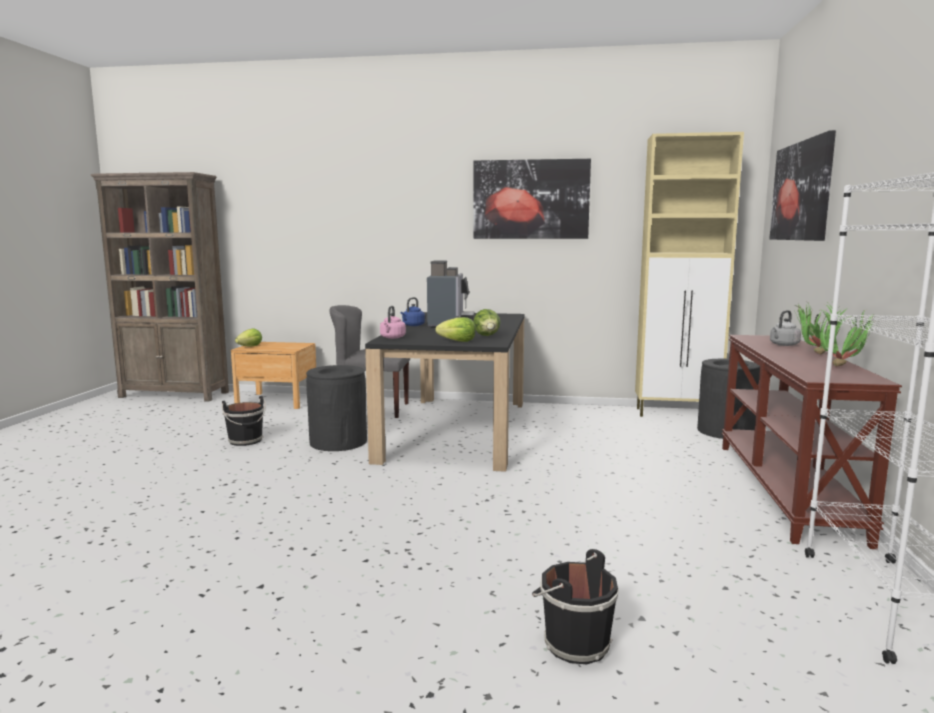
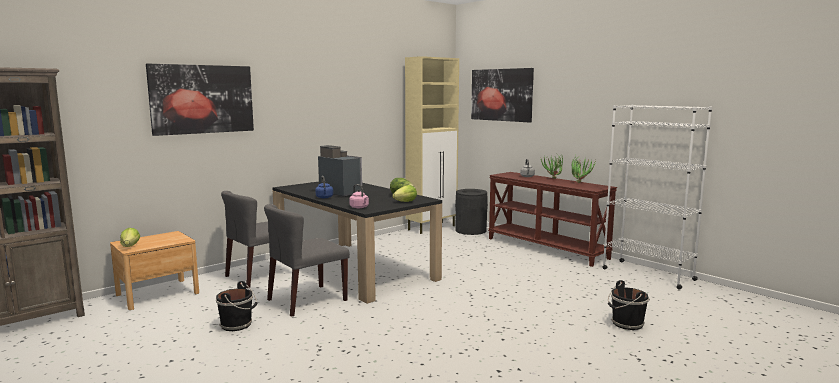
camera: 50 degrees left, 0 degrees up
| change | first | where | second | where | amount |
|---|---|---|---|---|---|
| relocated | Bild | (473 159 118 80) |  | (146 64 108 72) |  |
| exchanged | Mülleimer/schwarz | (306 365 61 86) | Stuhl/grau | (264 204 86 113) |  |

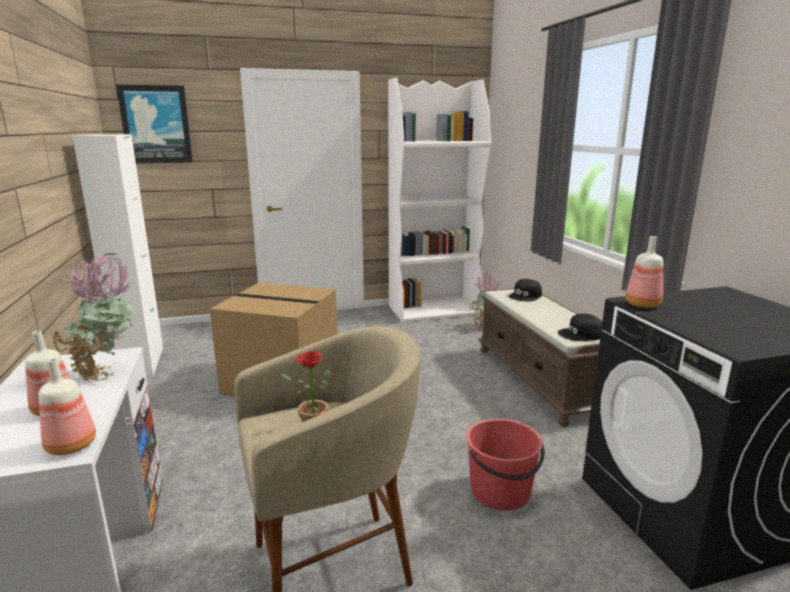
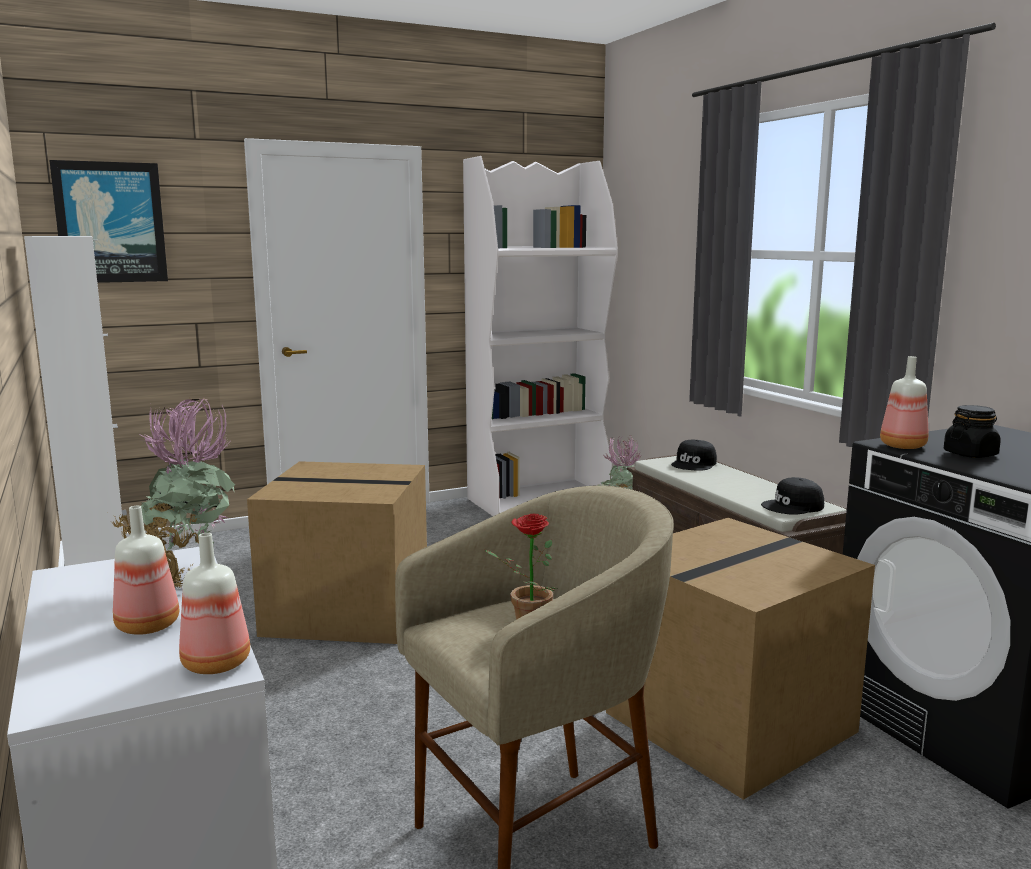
camera: 10 degrees left, 5 degrees down
| change | first | where | second | where | amount |
|---|---|---|---|---|---|
| exchanged | Eimer/rot | (466 419 79 92) | Karton | (606 518 269 282) |  |
| appeared |  |  | Vorratsglas/schwarz | (944 405 57 53) |  |

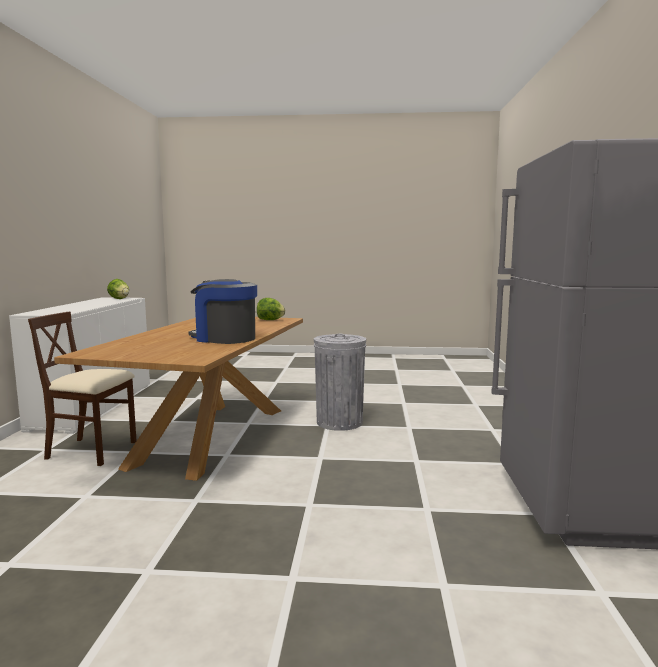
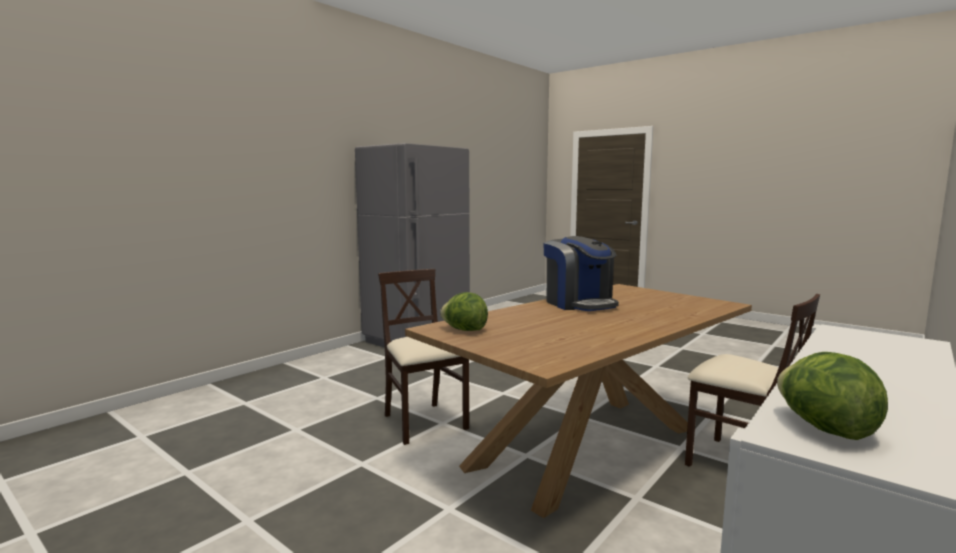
camera: 145 degrees left, 0 degrees up
| change | first | where | second | where | amount |
|---|---|---|---|---|---|
| exchanged | Mülleimer/grau | (314 333 52 98) | Stuhl/beige | (378 269 91 176) |  |

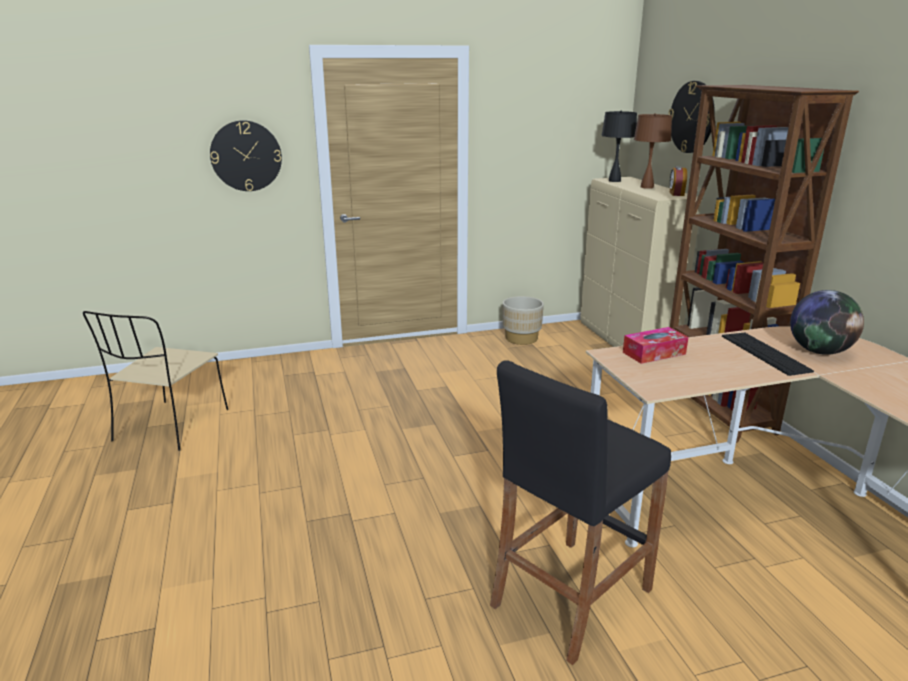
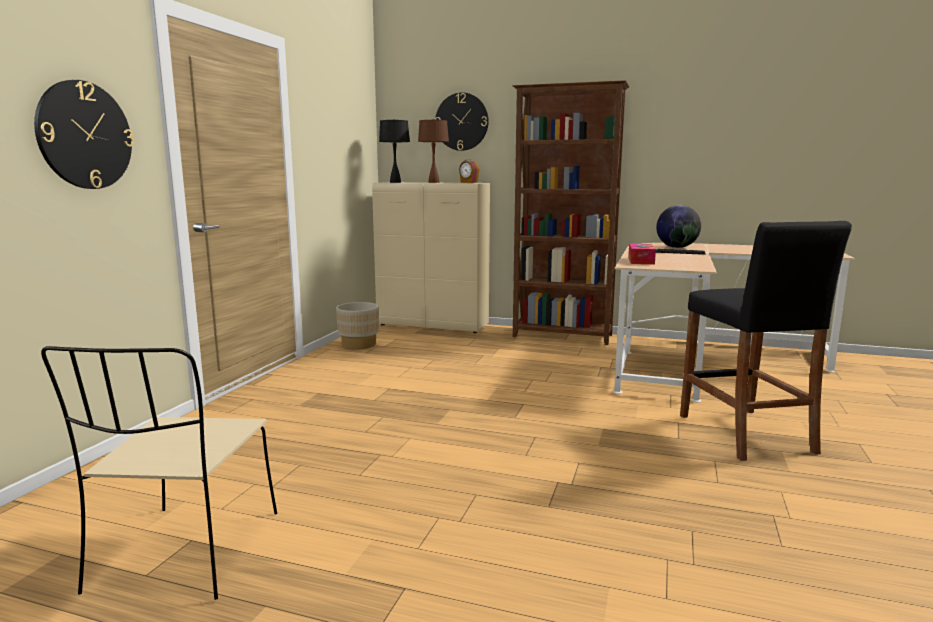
camera: 55 degrees left, 10 degrees down
| change | first | where | second | where | amount |
|---|---|---|---|---|---|
| spun | Stuhl/beige | (83 311 145 140) |  | (41 346 236 254) | 45 degrees clockwise |

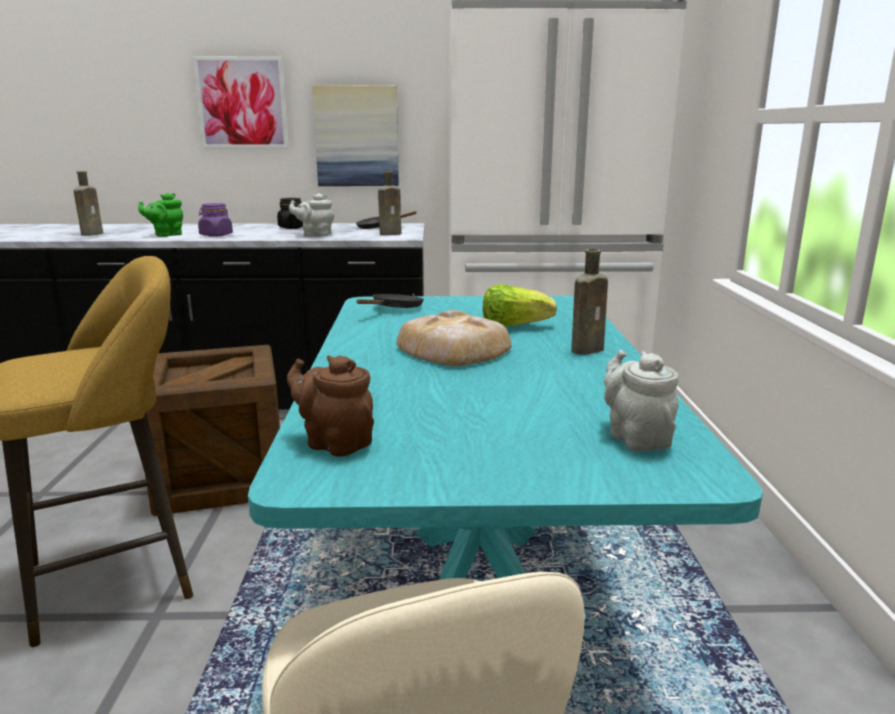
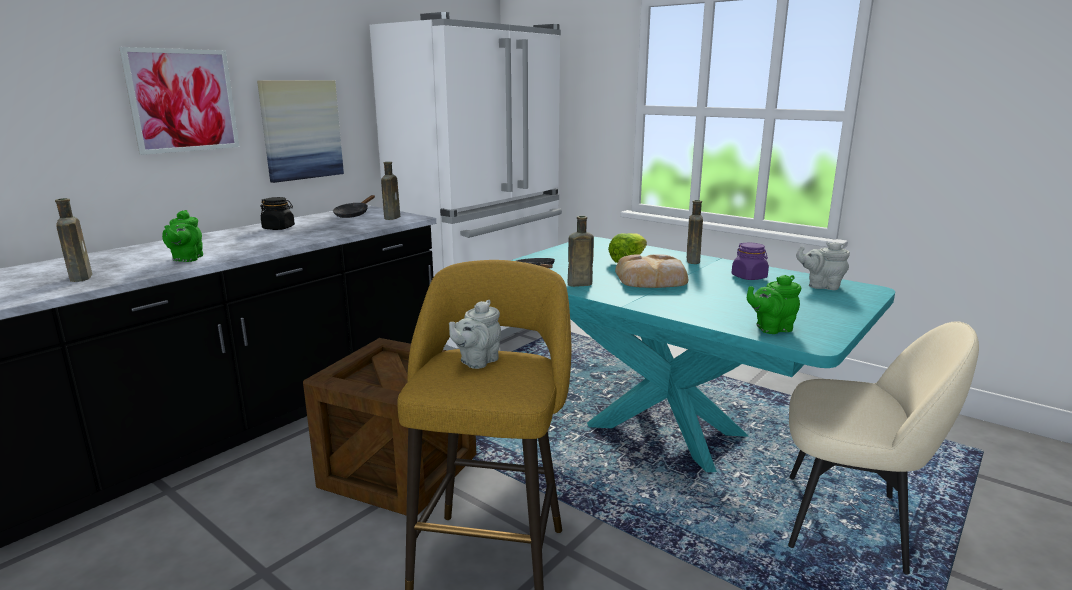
camera: 50 degrees left, 0 degrees up
| change | first | where | second | where | amount |
|---|---|---|---|---|---|
| relocated | Teekanne/grau | (289 193 45 44) |  | (449 300 52 69) |  |
| appeared |  |  | Flasche/braun | (568 216 26 71) |  |
| relocated | Vorratsglas/lila | (198 203 35 34) |  | (731 243 38 37) |  |
| colour | Teekanne/braun | (287 355 87 102) | Teekanne/grün | (747 275 54 59) |  |

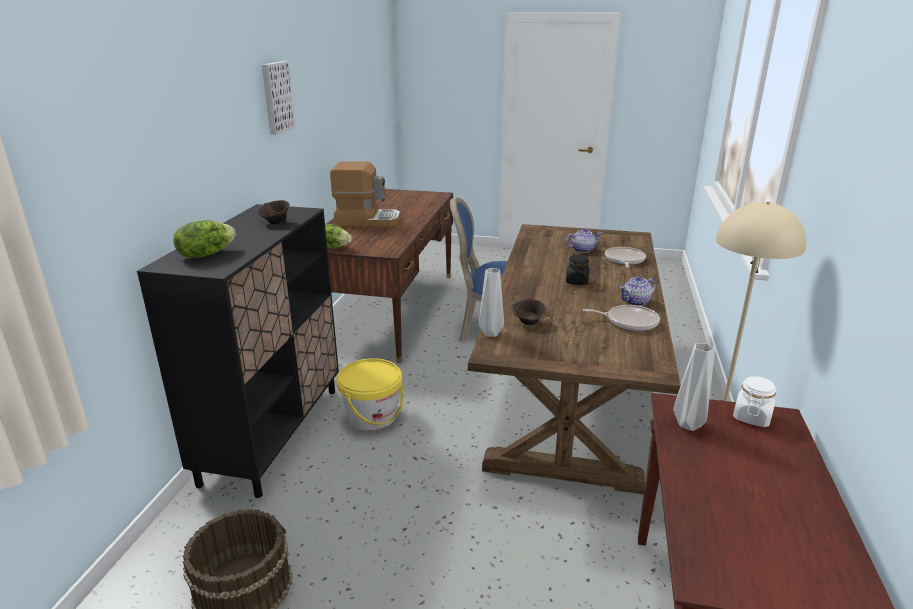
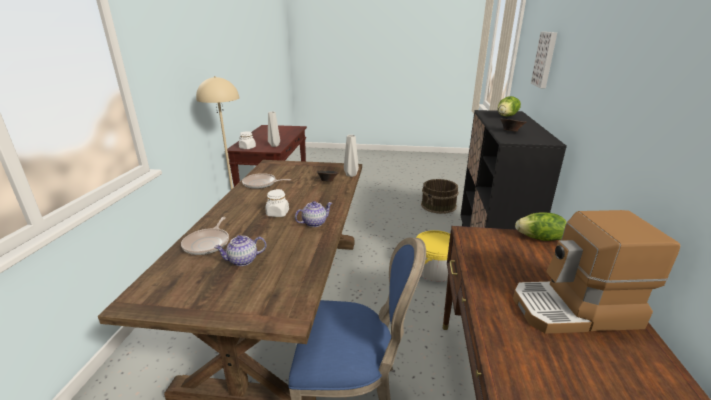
camera: 175 degrees right, 0 degrees up
| change | first | where | second | where | amount |
|---|---|---|---|---|---|
| colour | Vorratsglas/schwarz | (566 254 24 31) | Vorratsglas/weiß | (265 189 24 28) |  |
| relocated | Teekanne | (619 276 37 30) |  | (295 201 37 26) |  |
| relocated | Bild | (262 61 33 74) |  | (531 32 26 56) |  |

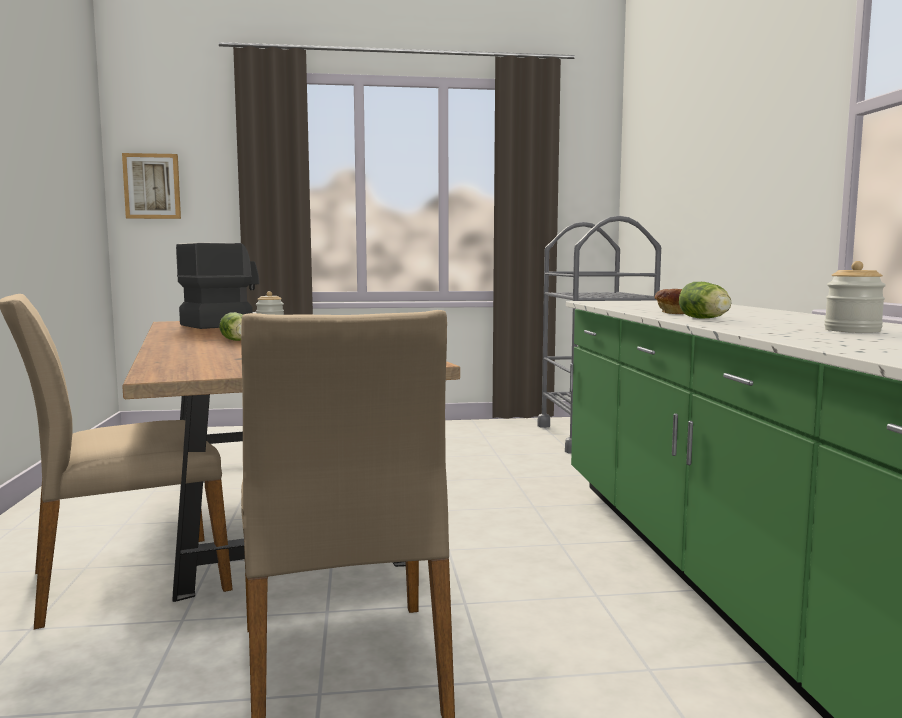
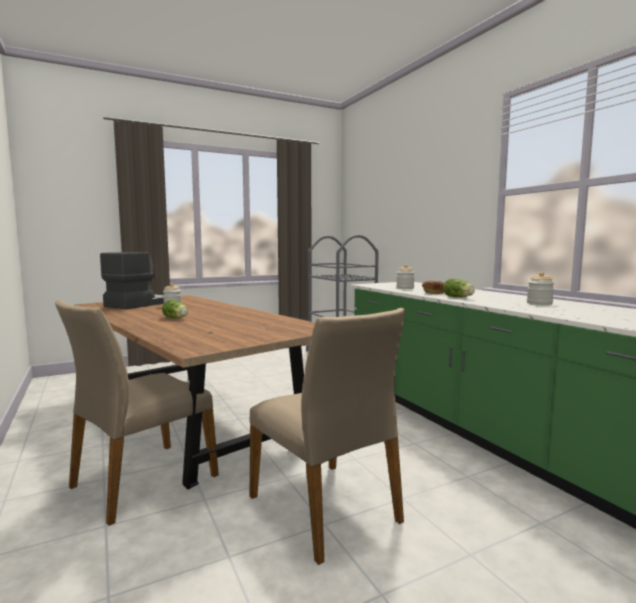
camera: 20 degrees left, 0 degrees up
| change | first | where | second | where | amount |
|---|---|---|---|---|---|
| appeared |  |  | Vorratsglas | (396 265 19 24) |  |
| missing | Bild | (122 153 59 66) |  |  |  |

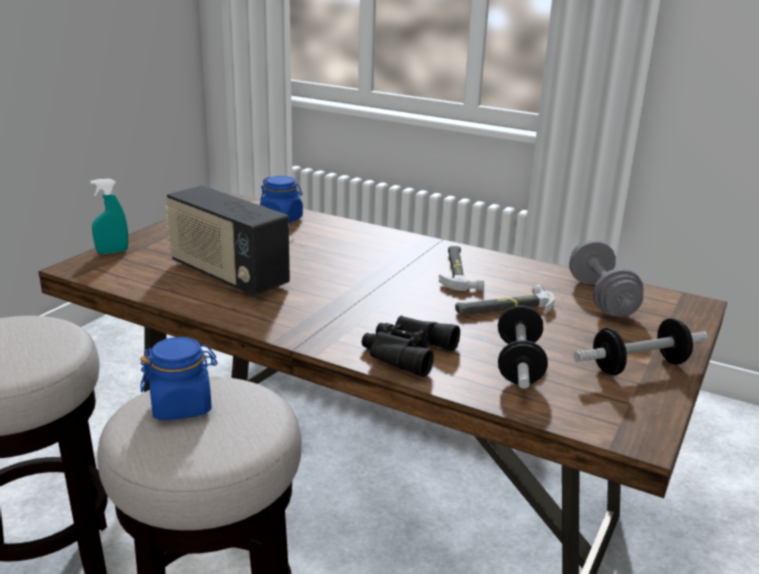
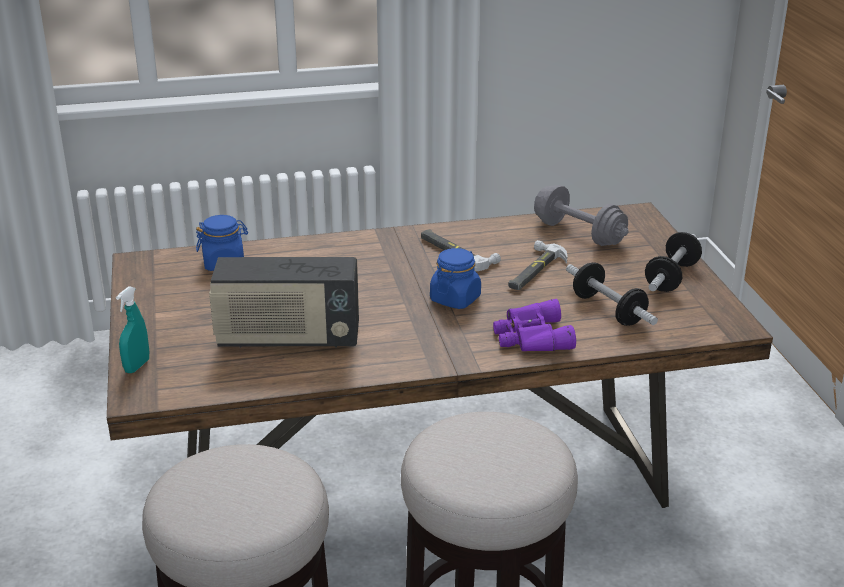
camera: 40 degrees left, 5 degrees up
| change | first | where | second | where | amount |
|---|---|---|---|---|---|
| relocated | Vorratsglas/blau | (140 337 78 83) |  | (430 248 51 61) |  |
| colour | Fernglas/schwarz | (362 316 98 61) | Fernglas/lila | (493 299 83 52) |  |

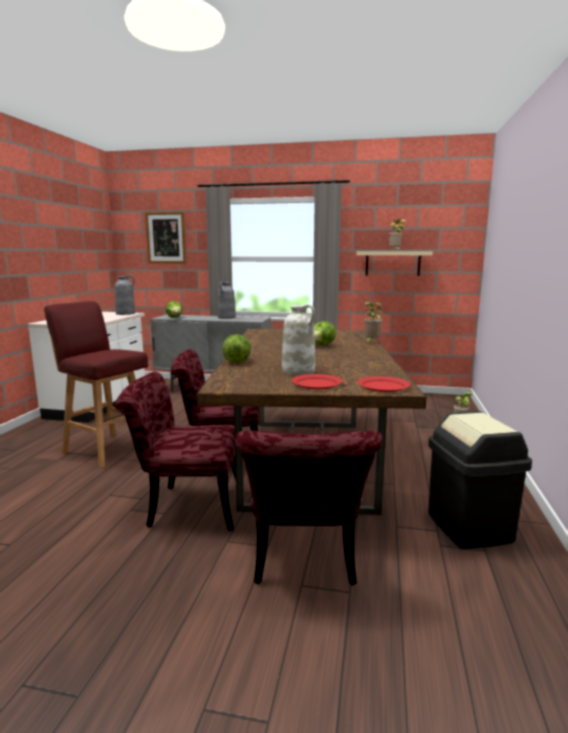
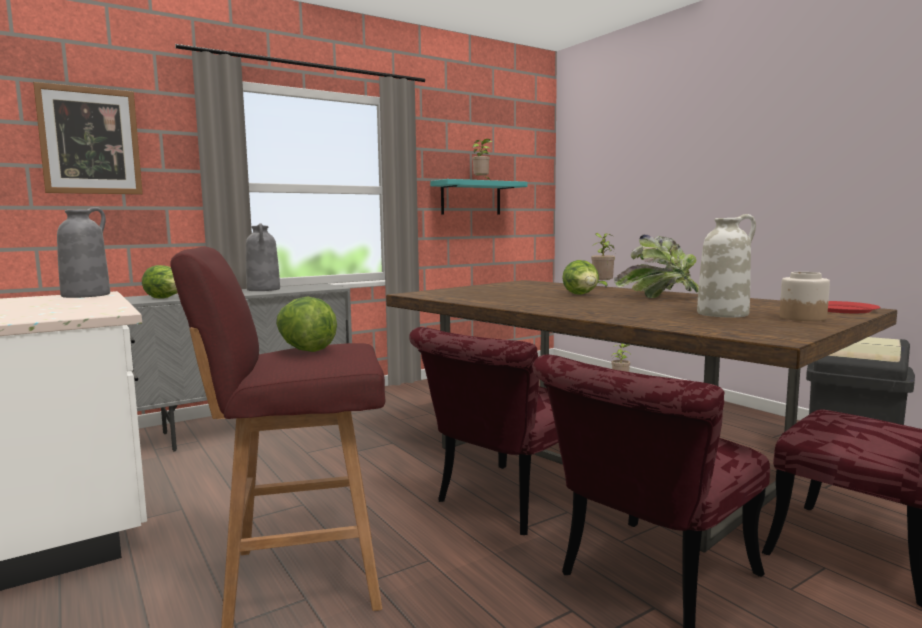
camera: 45 degrees left, 5 degrees down
| change | first | where | second | where | amount |
|---|---|---|---|---|---|
| relocated | Salatkopf | (222 334 29 29) |  | (276 297 61 55) |  |
| colour | Wandregal/beige | (356 251 77 25) | Wandregal/türkis | (430 179 97 36) |  |
| appeared |  |  | Topfpflanze | (614 234 85 64) |  |
| exchanged | Teller/rot | (292 374 50 15) | Vorratsglas | (780 272 50 49) |  |

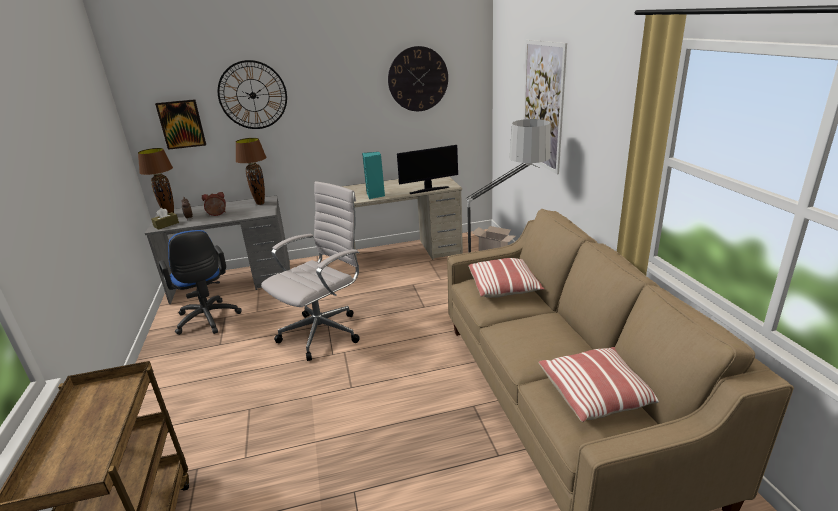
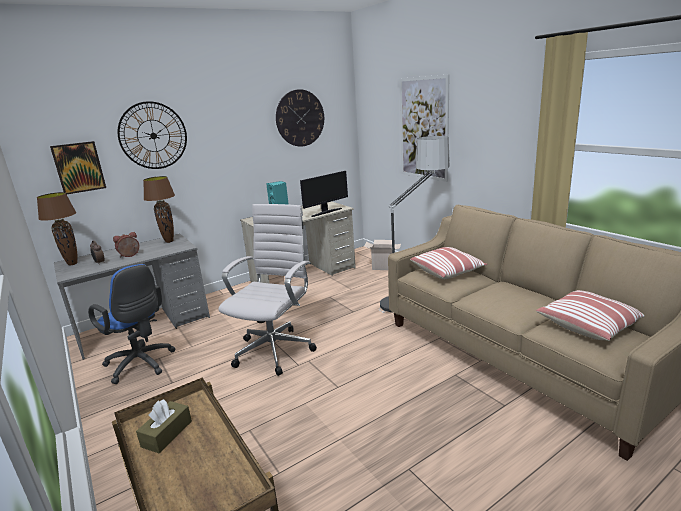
camera: 20 degrees left, 5 degrees down
| change | first | where | second | where | amount |
|---|---|---|---|---|---|
| relocated | Taschentuchbox/braun | (151 208 28 22) |  | (136 399 56 54) |  |

